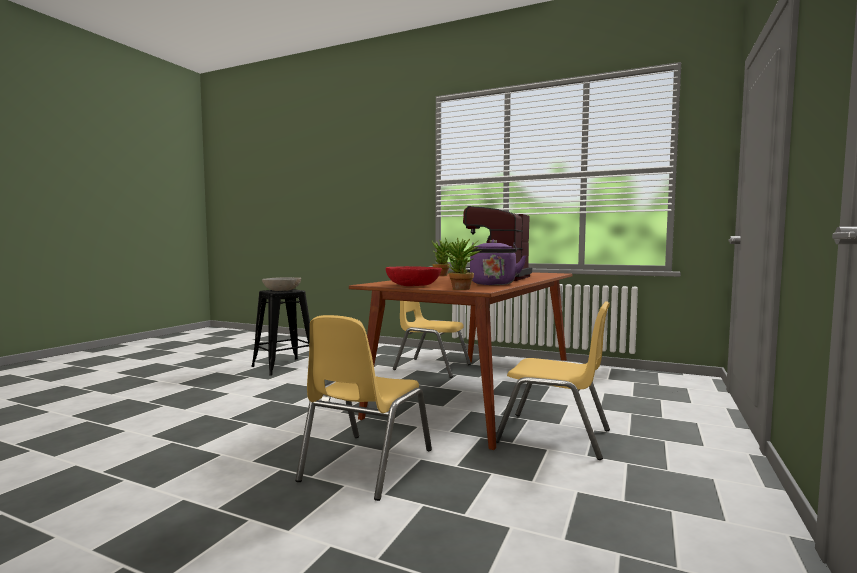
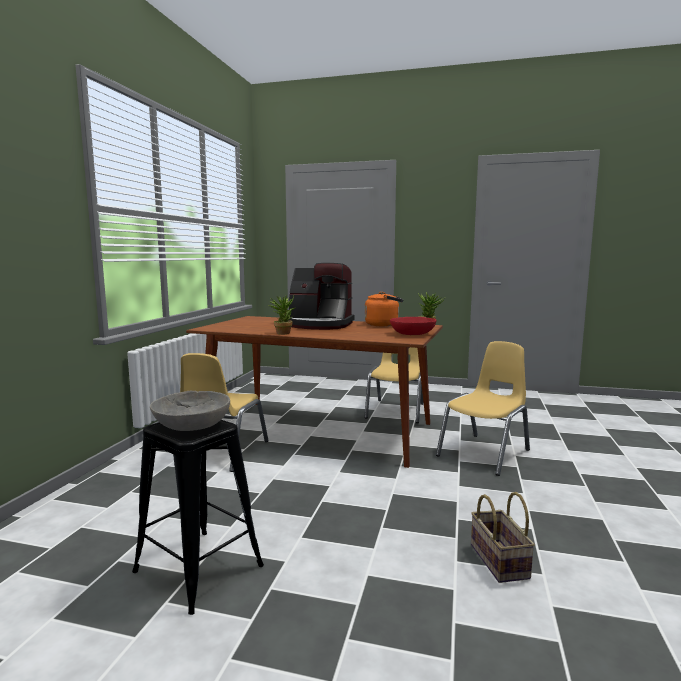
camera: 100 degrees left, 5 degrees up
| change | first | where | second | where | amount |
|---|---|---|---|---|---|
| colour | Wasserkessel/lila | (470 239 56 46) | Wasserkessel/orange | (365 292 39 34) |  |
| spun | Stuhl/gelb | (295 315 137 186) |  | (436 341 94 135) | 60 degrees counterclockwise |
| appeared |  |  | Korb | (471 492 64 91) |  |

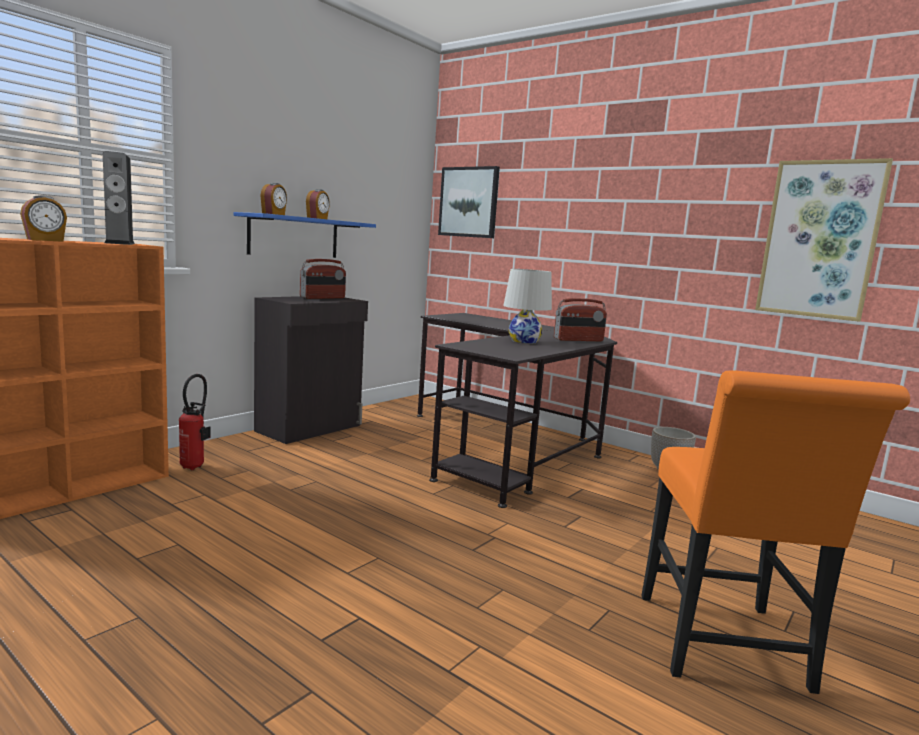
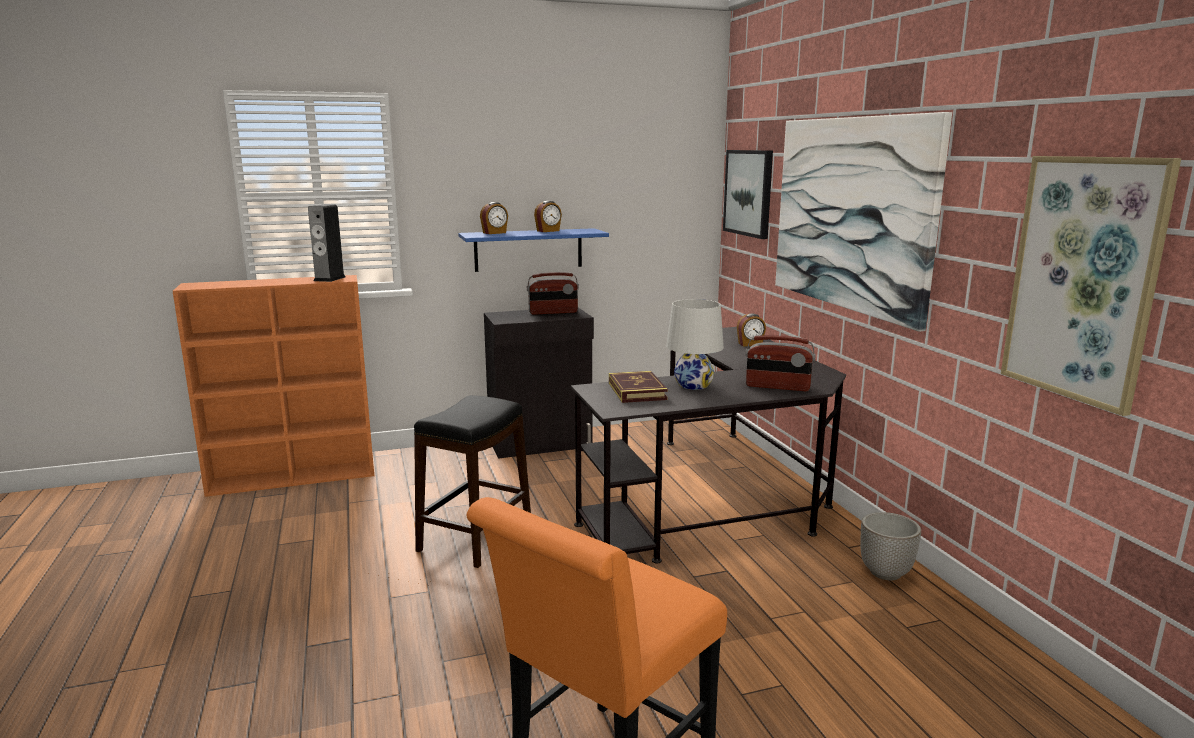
camera: 35 degrees right, 5 degrees up
| change | first | where | second | where | amount |
|---|---|---|---|---|---|
| appeared |  |  | Hocker/schwarz | (414 395 117 173) |  |
| appeared |  |  | Buch | (609 371 59 32) |  |
| relocated | Wecker | (20 195 47 47) |  | (737 313 29 34) |  |
| appeared |  |  | Bild | (775 112 177 220) |  |
| missing | Feuerlöscher | (179 374 32 96) |  |  |  |

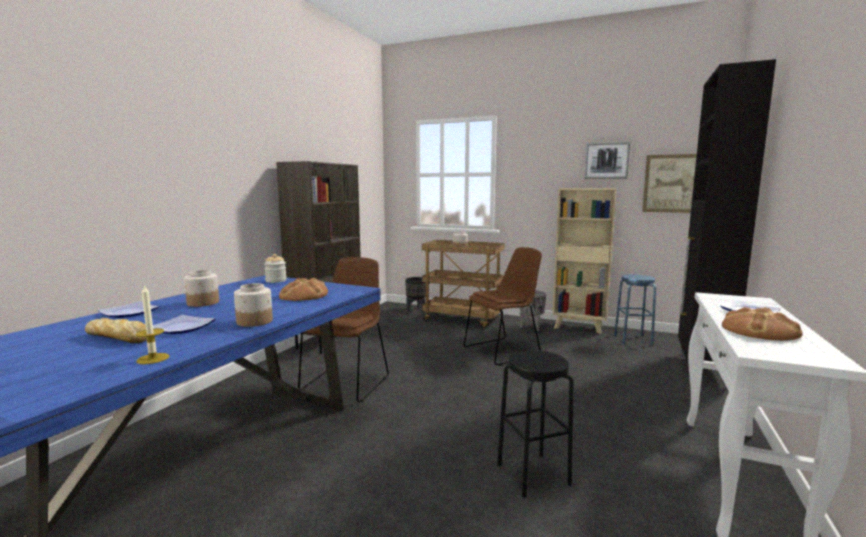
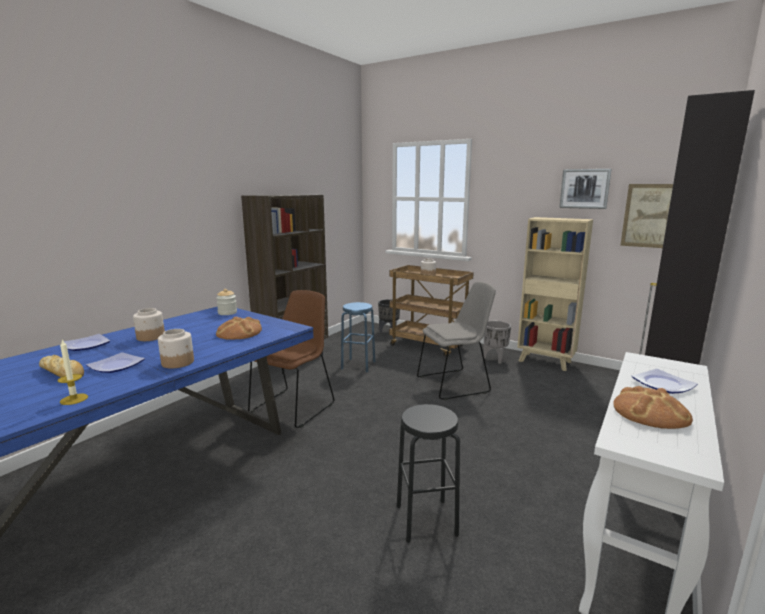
camera: 10 degrees right, 5 degrees up
| change | first | where | second | where | amount |
|---|---|---|---|---|---|
| relocated | Hocker/blau | (614 274 42 71) |  | (341 302 34 70) |  |
| colour | Stuhl/braun | (464 247 78 119) | Stuhl/grau | (417 282 79 118) |  |

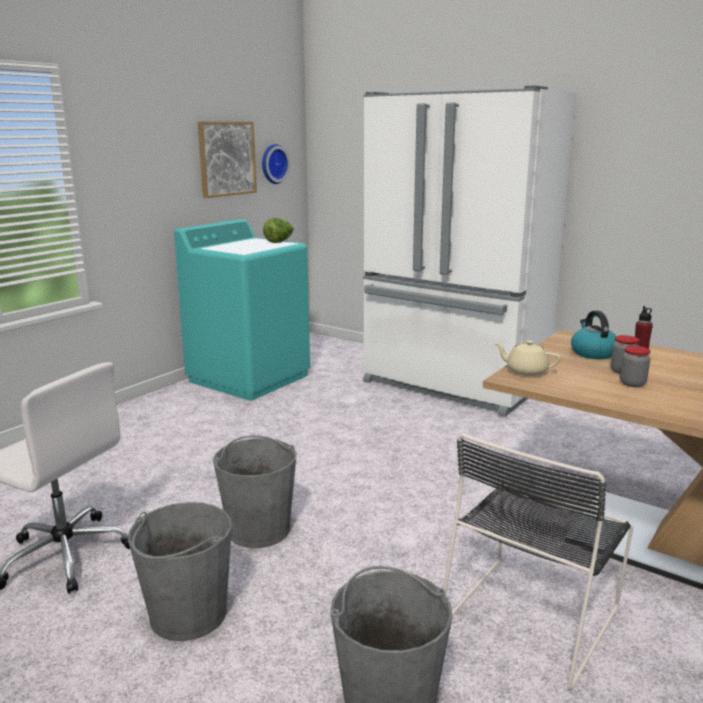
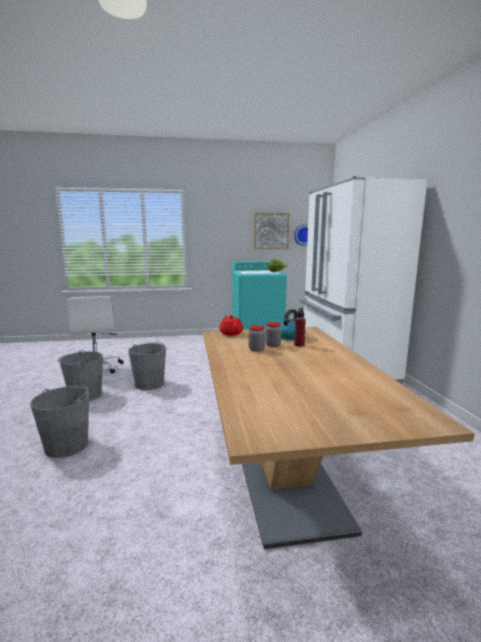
camera: 45 degrees right, 5 degrees down
| change | first | where | second | where | amount |
|---|---|---|---|---|---|
| colour | Teekanne/beige | (494 340 67 36) | Teekanne/rot | (219 315 24 21) |  |
| missing | Stuhl/schwarz | (443 433 191 258) |  |  |  |

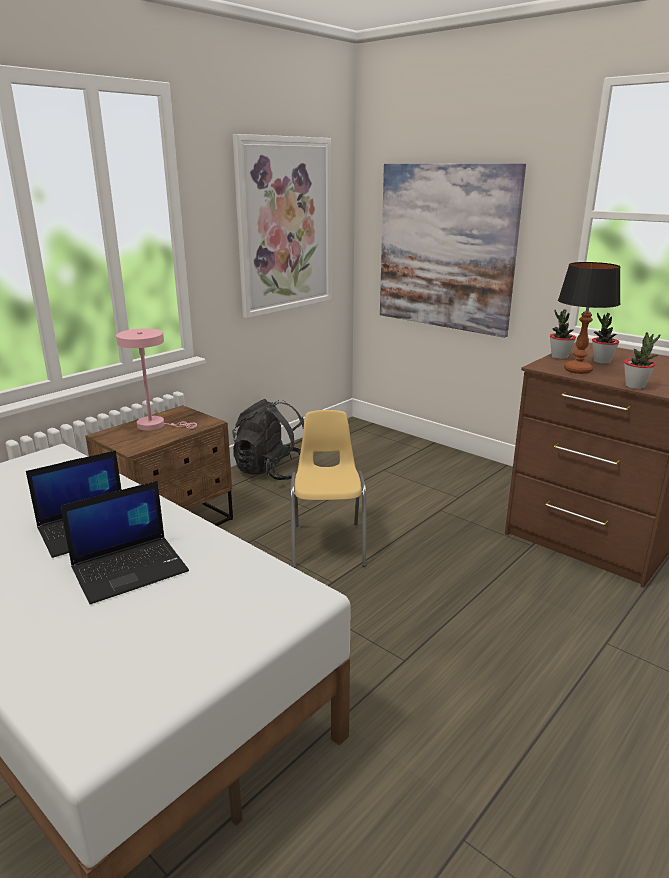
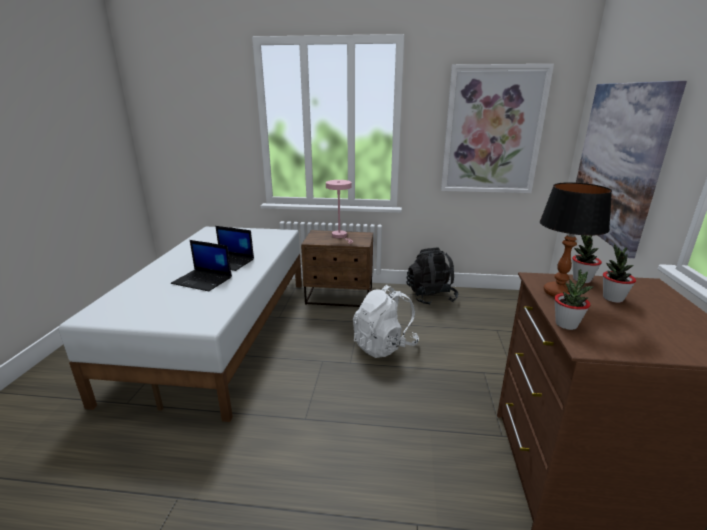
camera: 55 degrees right, 0 degrees up
| change | first | where | second | where | amount |
|---|---|---|---|---|---|
| exchanged | Stuhl/gelb | (290 410 76 158) | Rucksack/weiß | (353 285 66 73) |  |

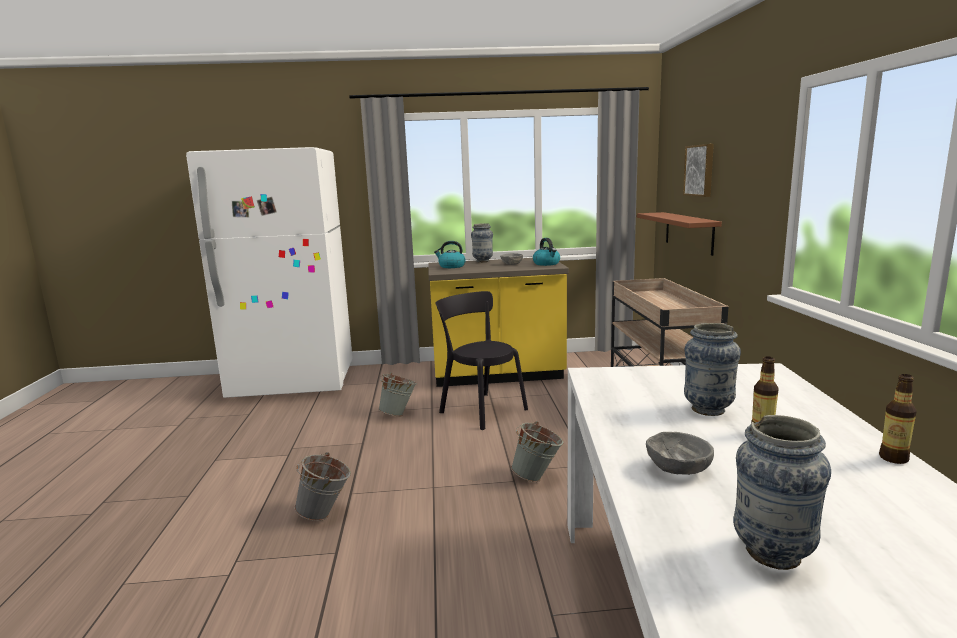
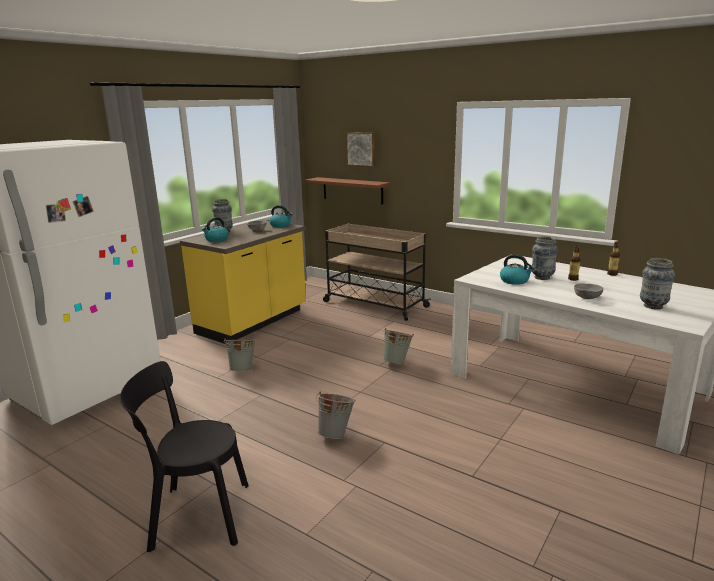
camera: 50 degrees left, 5 degrees up
| change | first | where | second | where | amount |
|---|---|---|---|---|---|
| relocated | Stuhl/schwarz | (435 291 93 139) |  | (120 361 128 191) |  |
| appeared |  |  | Wasserkessel | (500 254 35 31) |  |

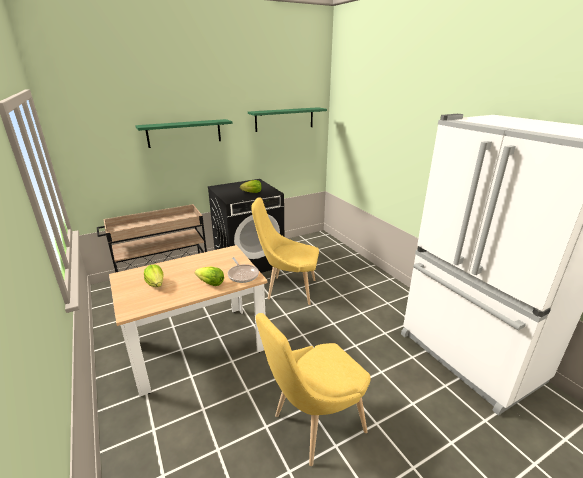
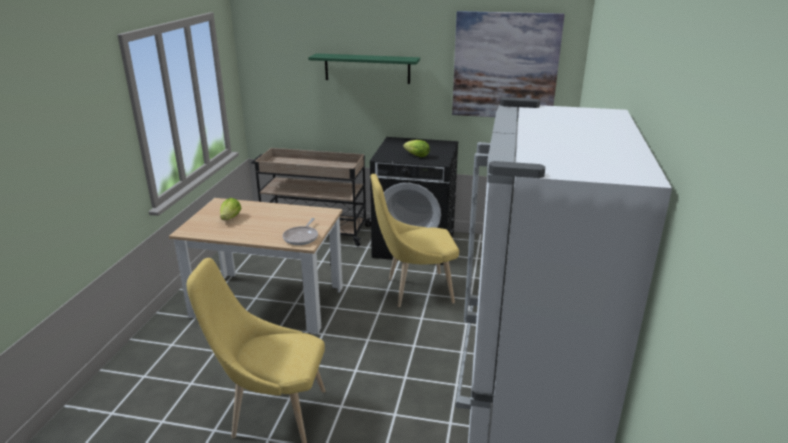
camera: 40 degrees right, 0 degrees up
| change | first | where | second | where | amount |
|---|---|---|---|---|---|
| spun | Stuhl/gelb | (251 197 68 108) |  | (371 174 88 133) | 60 degrees counterclockwise |
| exchanged | Wandregal/grün | (248 107 79 25) | Bild | (452 11 113 106) |  |
| missing | Salatkopf | (195 267 29 19) |  |  |  |

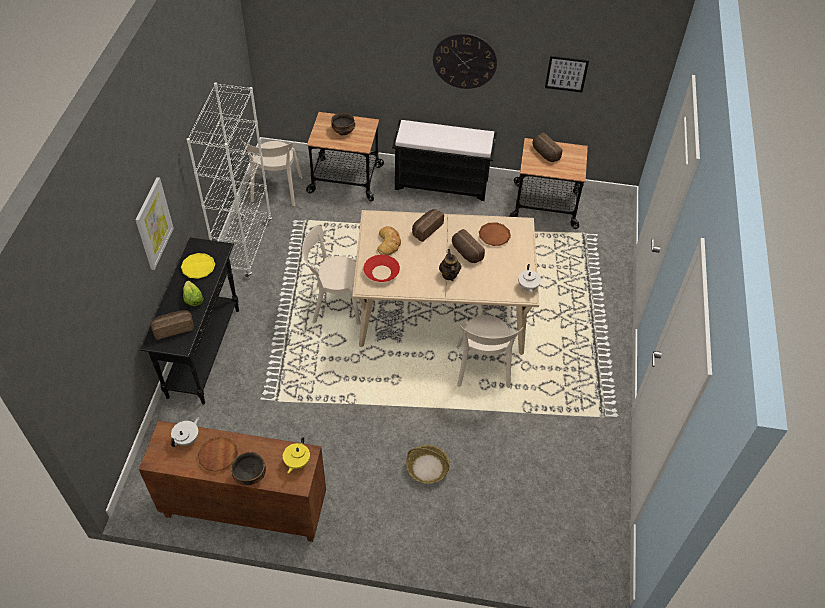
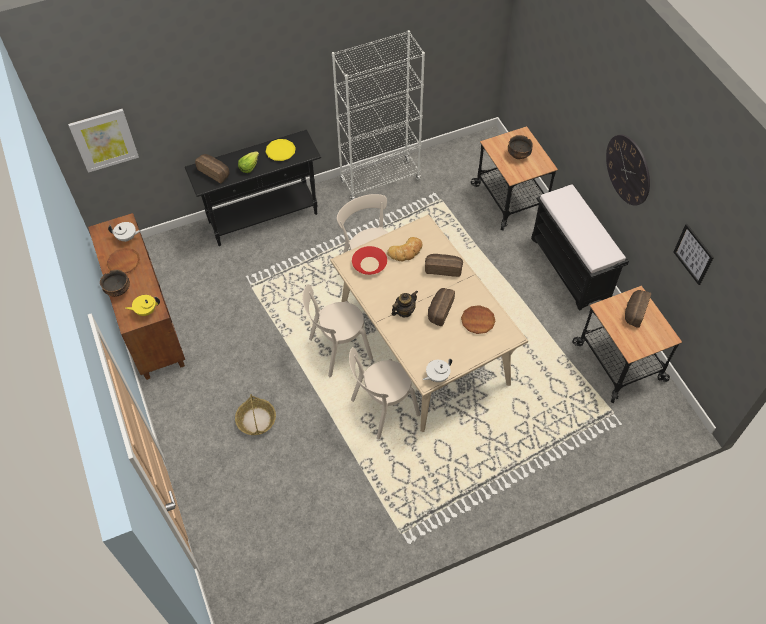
camera: 60 degrees right, 5 degrees up
| change | first | where | second | where | amount |
|---|---|---|---|---|---|
| relocated | Bild | (135 177 39 93) |  | (68 109 71 64) |  |
| relocated | Stuhl/beige | (240 138 63 68) |  | (303 284 70 93) |  |

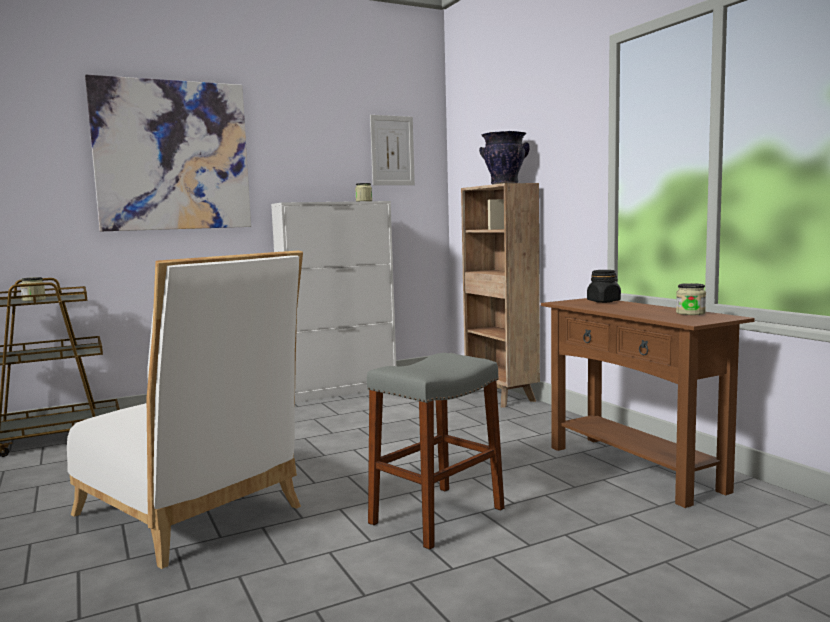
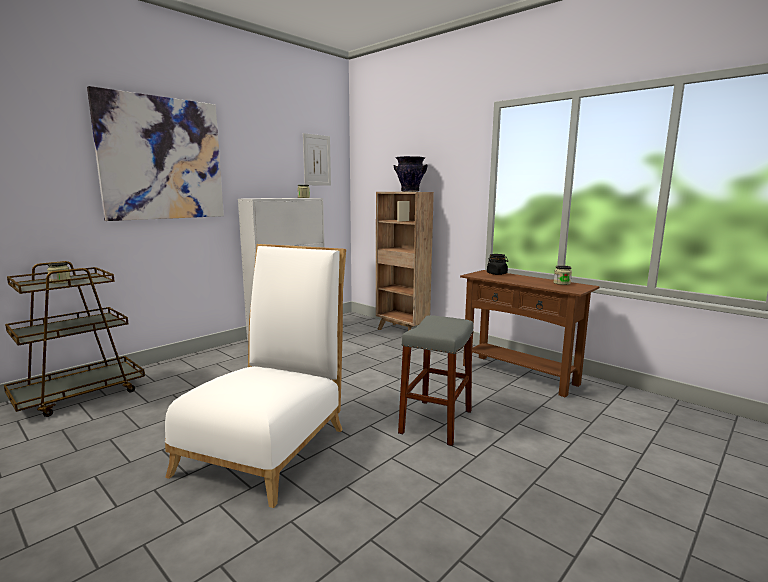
camera: 20 degrees left, 5 degrees up
| change | first | where | second | where | amount |
|---|---|---|---|---|---|
| spun | Stuhl/weiß | (67 251 236 318) |  | (165 244 181 264) | 90 degrees counterclockwise |

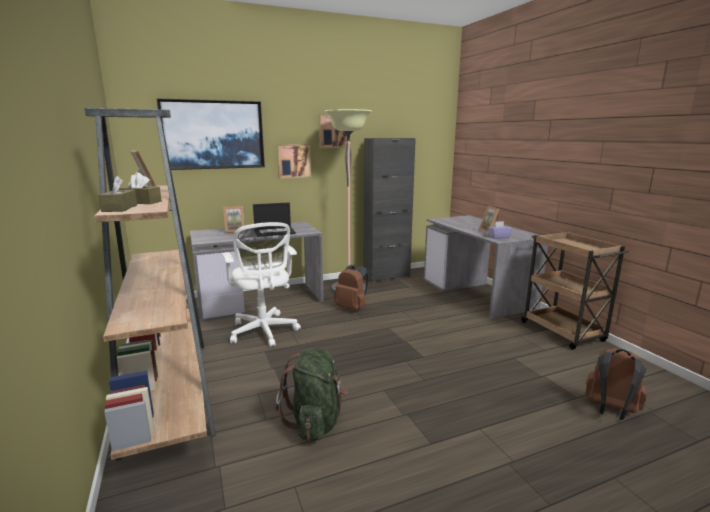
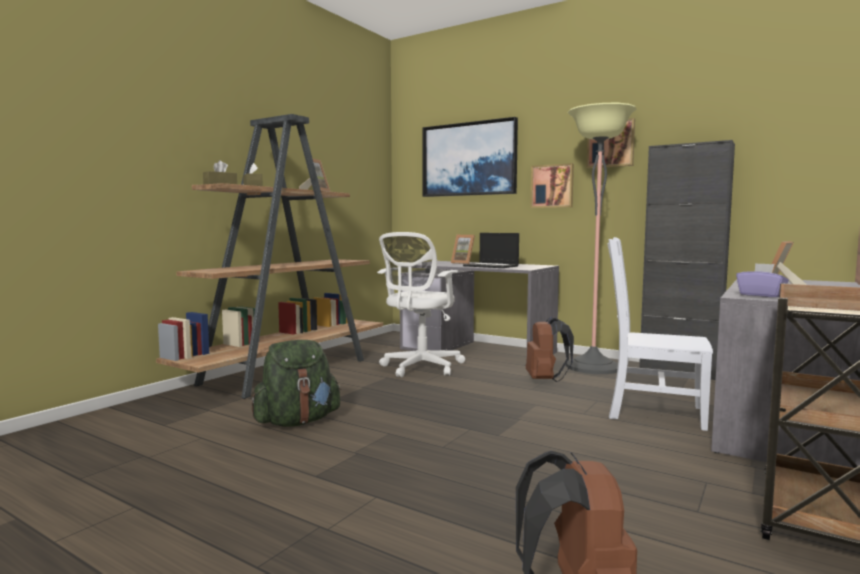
camera: 55 degrees right, 10 degrees down
| change | first | where | second | where | amount |
|---|---|---|---|---|---|
| appeared |  |  | Stuhl/weiß | (608 237 105 194) |  |

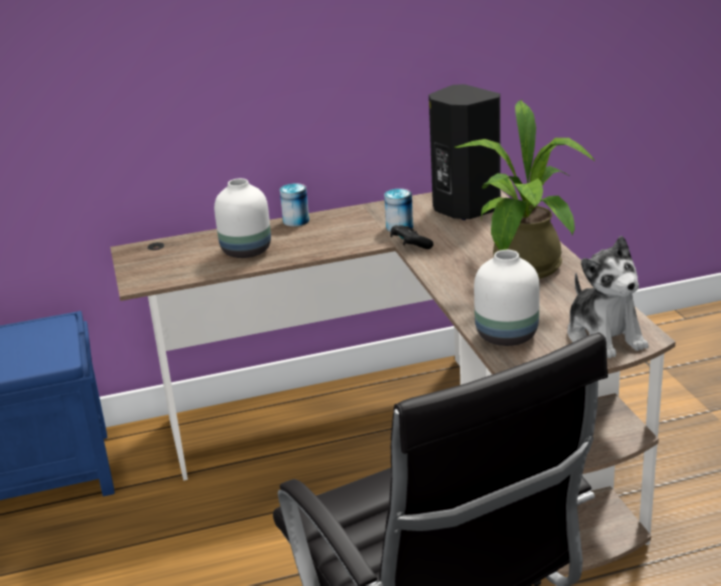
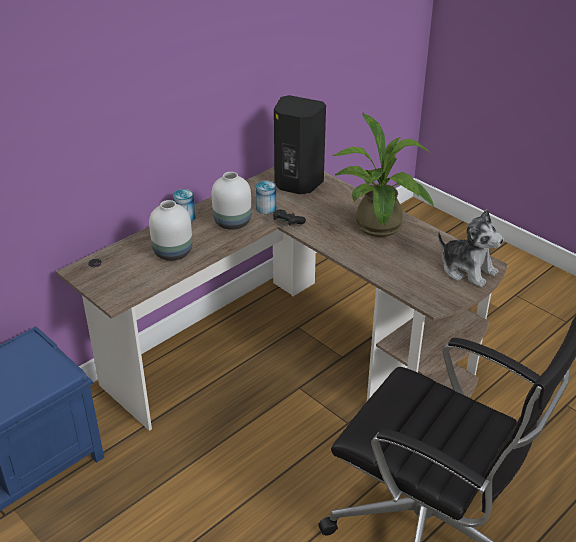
camera: 30 degrees left, 10 degrees up
| change | first | where | second | where | amount |
|---|---|---|---|---|---|
| relocated | Vase/weiß | (474 250 66 96) |  | (212 172 39 58) |  |

